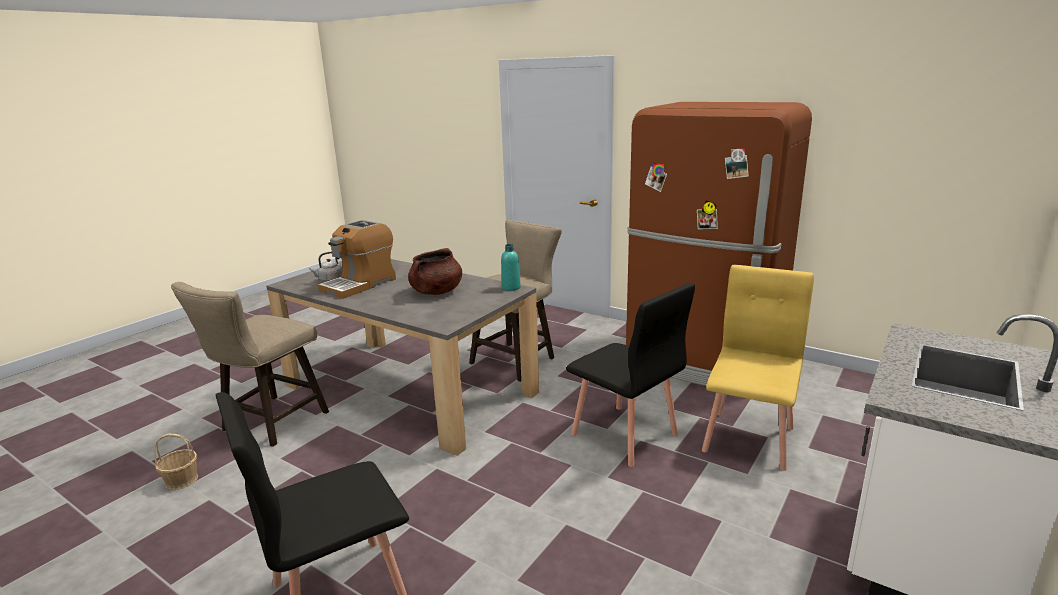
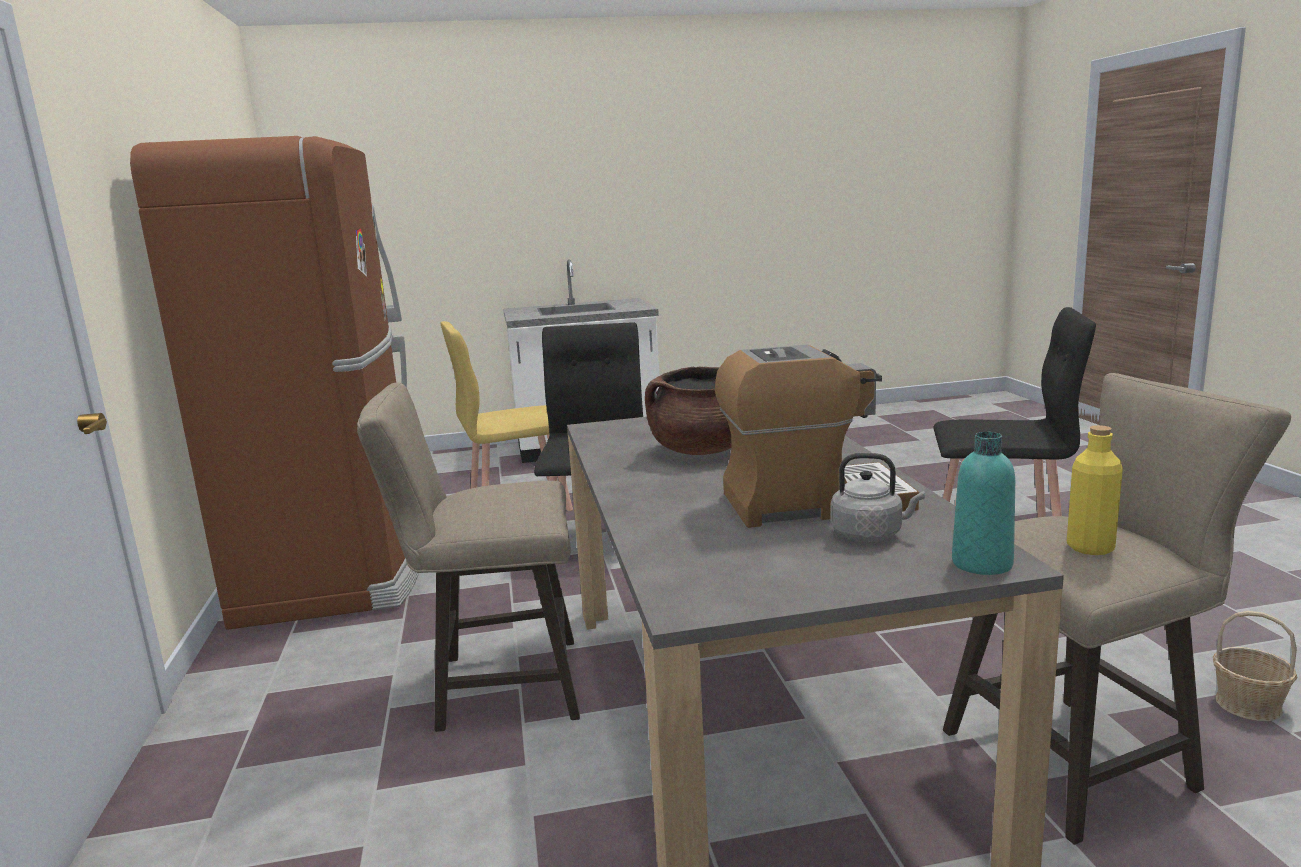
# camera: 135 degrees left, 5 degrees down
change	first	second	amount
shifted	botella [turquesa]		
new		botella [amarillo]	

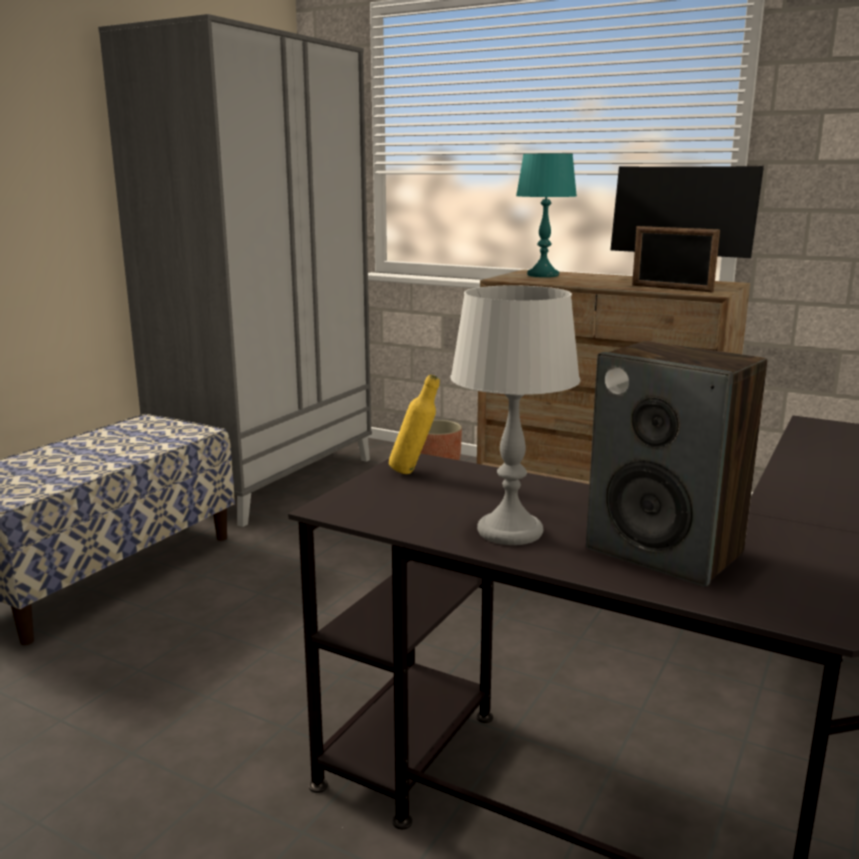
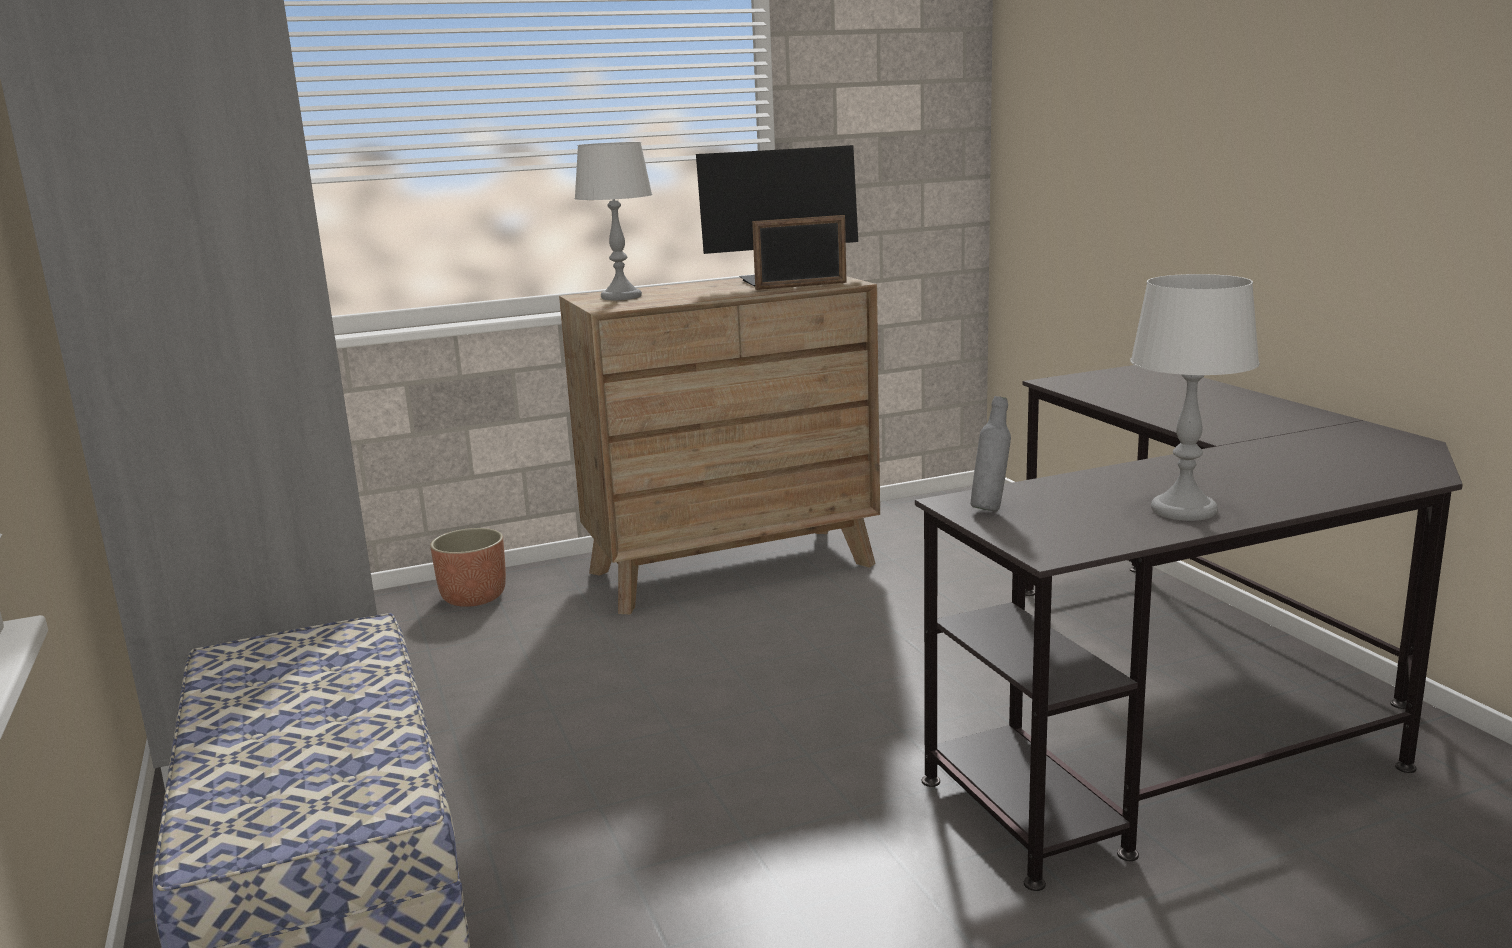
# camera: 50 degrees left, 0 degrees up
change	first	second	amount
repainted	botella [amarillo]	botella [gris]	
repainted	lámpara de mesa [turquesa]	lámpara de mesa [gris] (no. 1 from left)	
gone	altavoz		

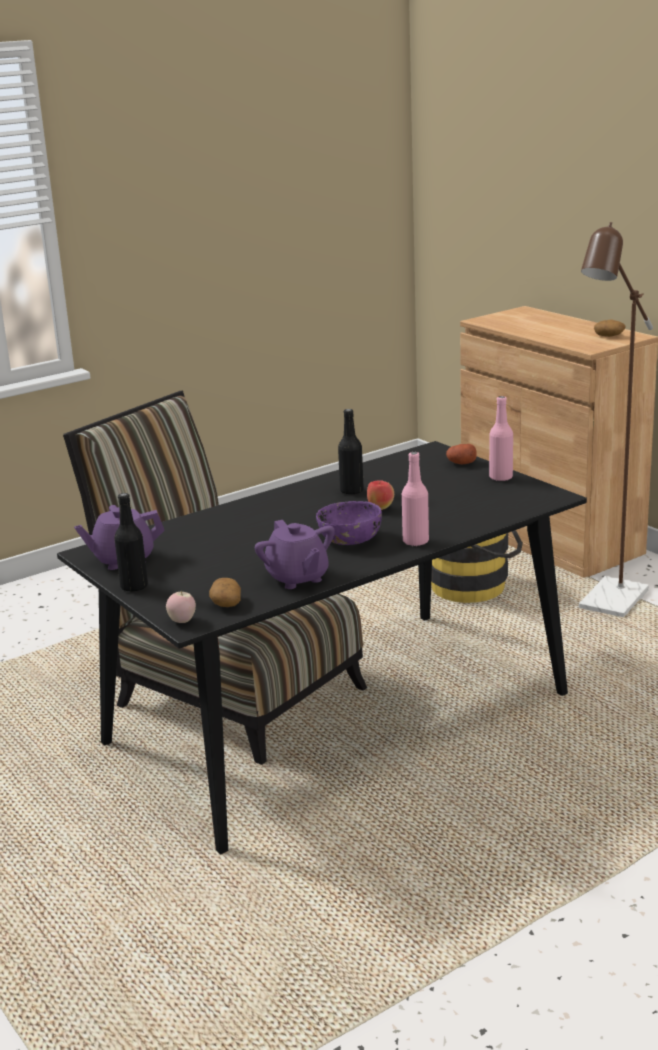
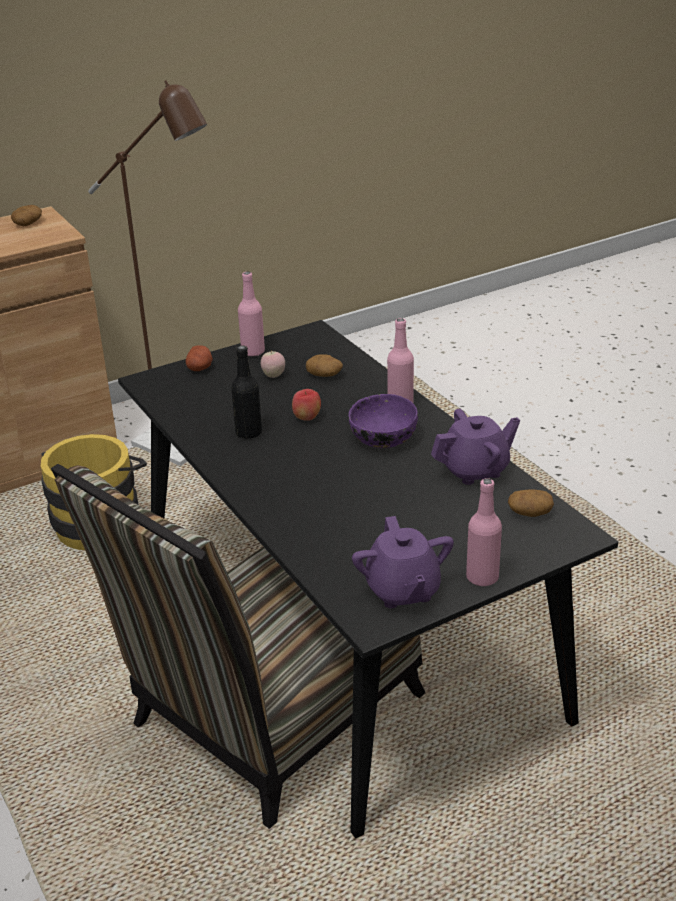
# camera: 85 degrees left, 10 degrees up
change	first	second	amount
repainted	botella [negro] (no. 1 from left)	botella [rosa] (no. 3 from left)	
shifted	manzana (no. 1 from left)		
new		patata (no. 3 from left)	

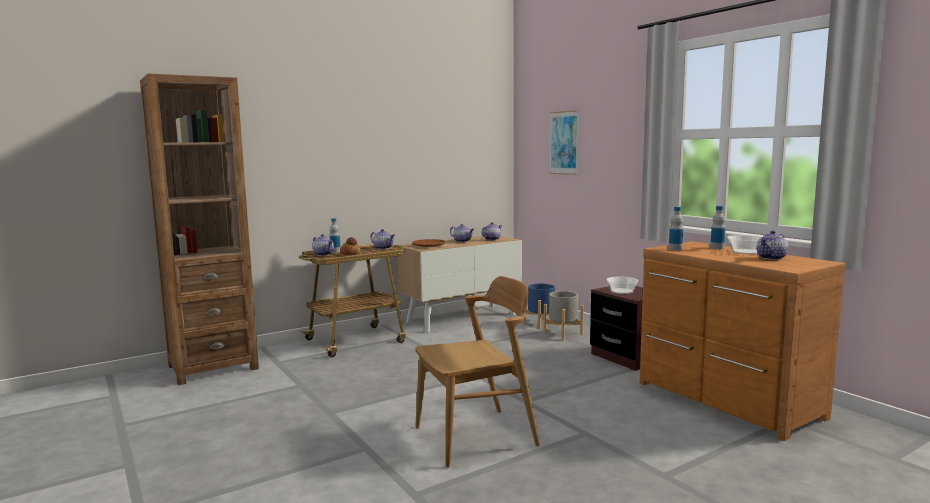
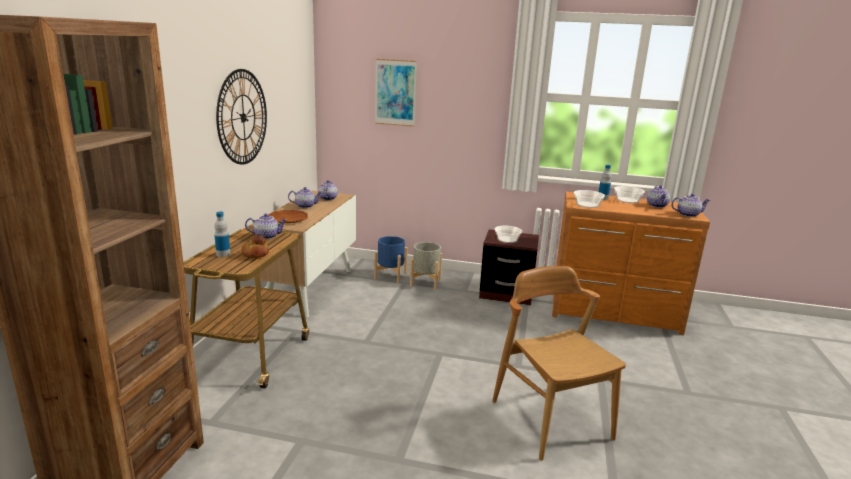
# camera: 45 degrees left, 10 degrees up
change	first	second	amount
shifted	tetera (no. 1 from left in the first image)	tetera (no. 5 from left)	
rotated	silla [marrón]		45 degrees counterclockwise
swapped	botella (no. 2 from left)	cuenco (no. 2 from left)	
new		reloj de pared	

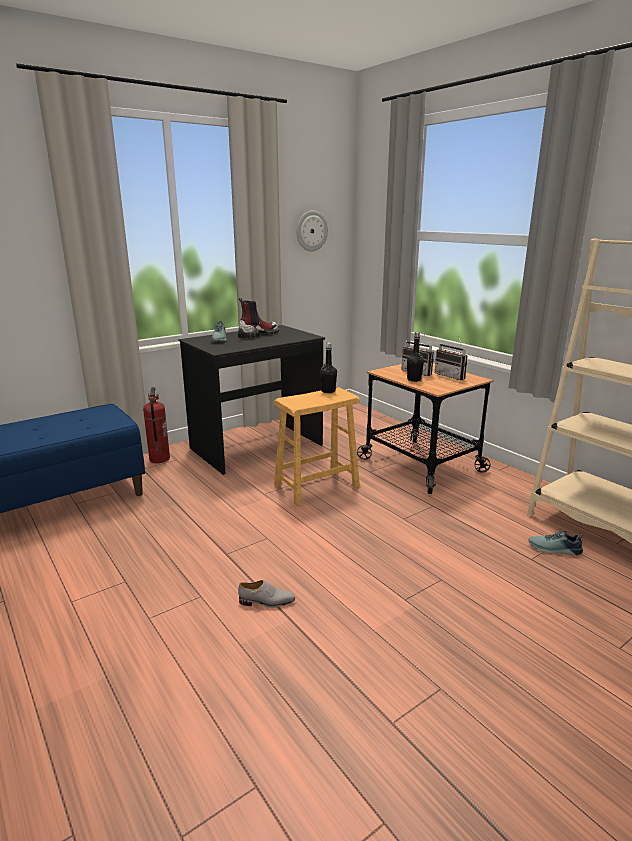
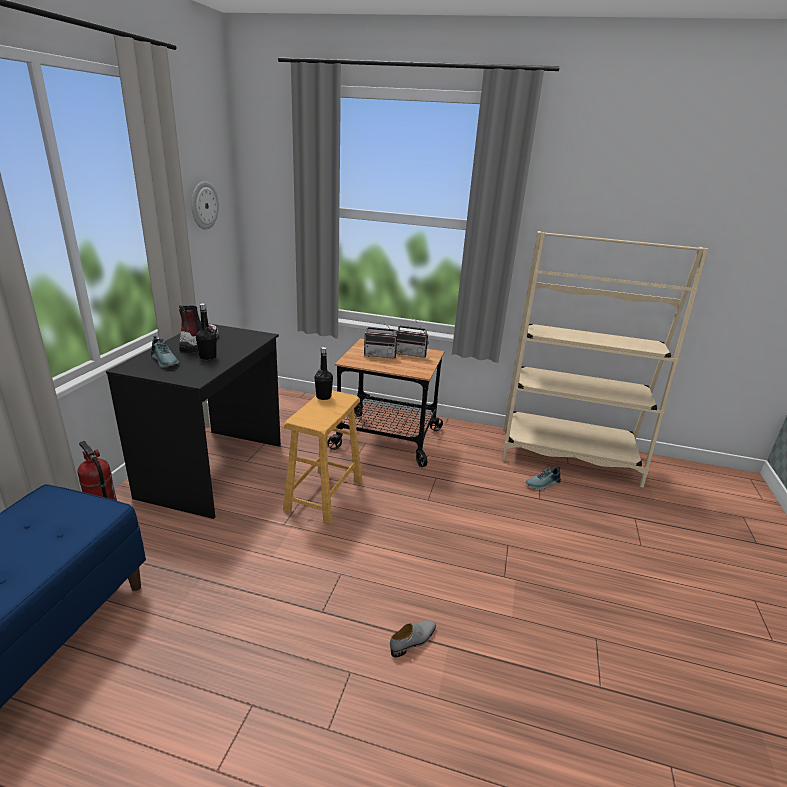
# camera: 40 degrees left, 5 degrees up
change	first	second	amount
shifted	botella [negro] (no. 2 from left in the first image)	botella [negro] (no. 1 from left)	

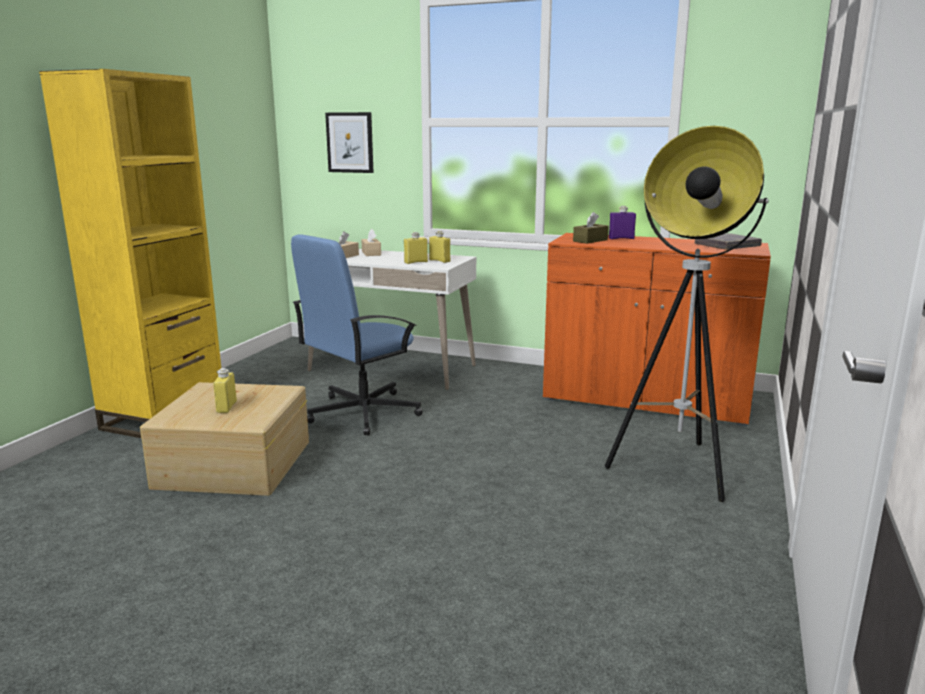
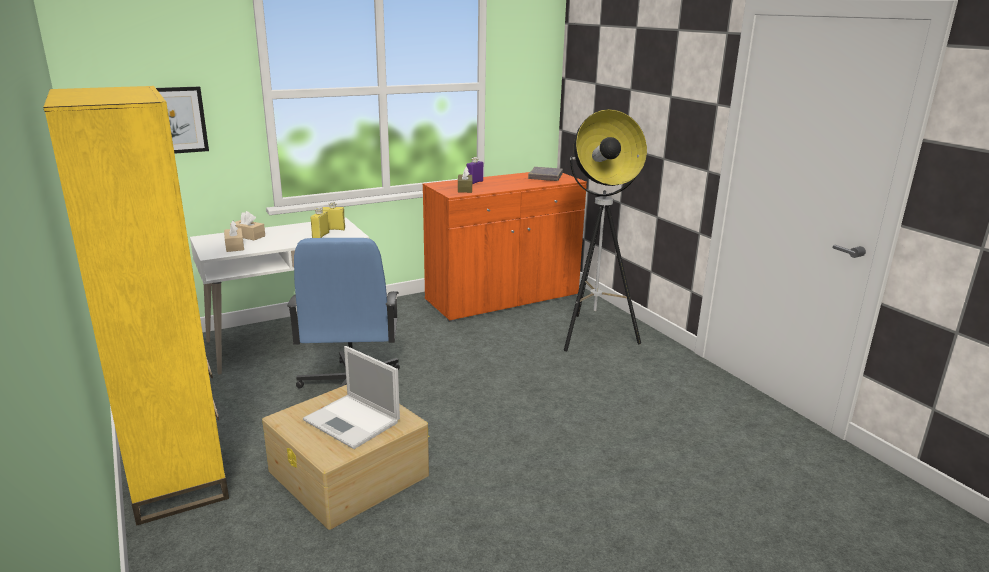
# camera: 50 degrees left, 5 degrees up
change	first	second	amount
swapped	botella [amarillo] (no. 1 from left)	portátil	

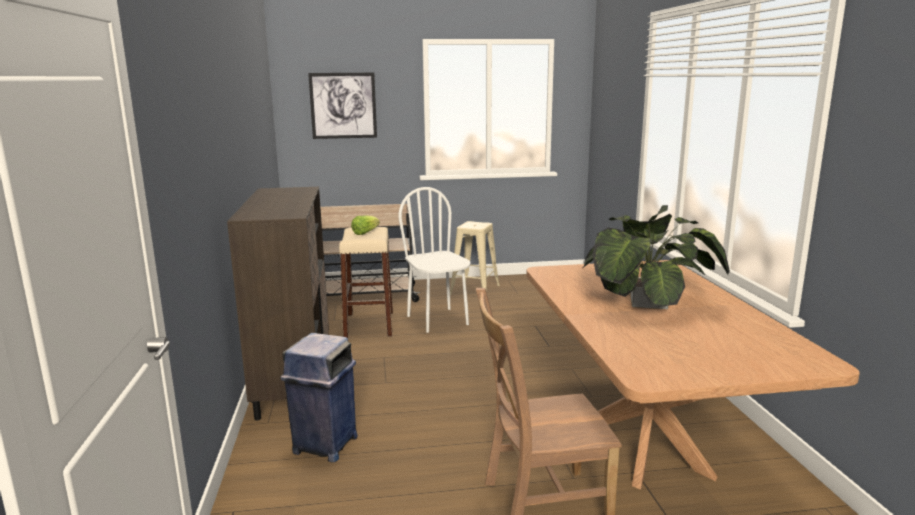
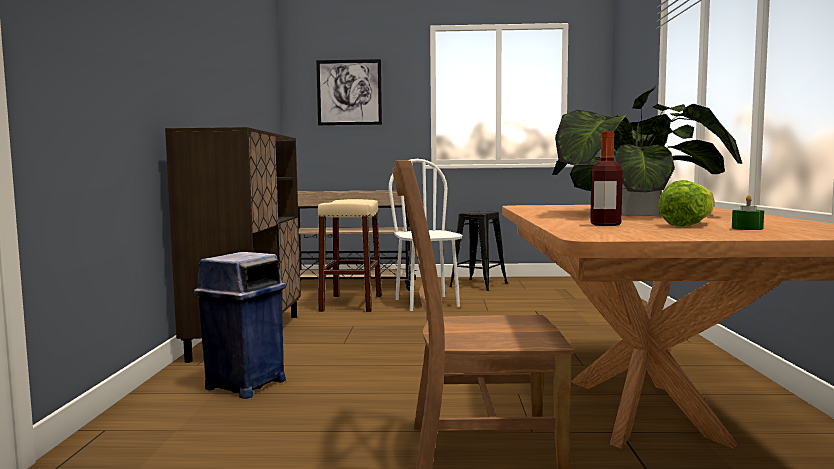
# camera: 10 degrees right, 10 degrees down
change	first	second	amount
shifted	lechuga		
repainted	taburete [beis] (no. 2 from left)	taburete [negro]	
new		botella	
new		vela [verde]	

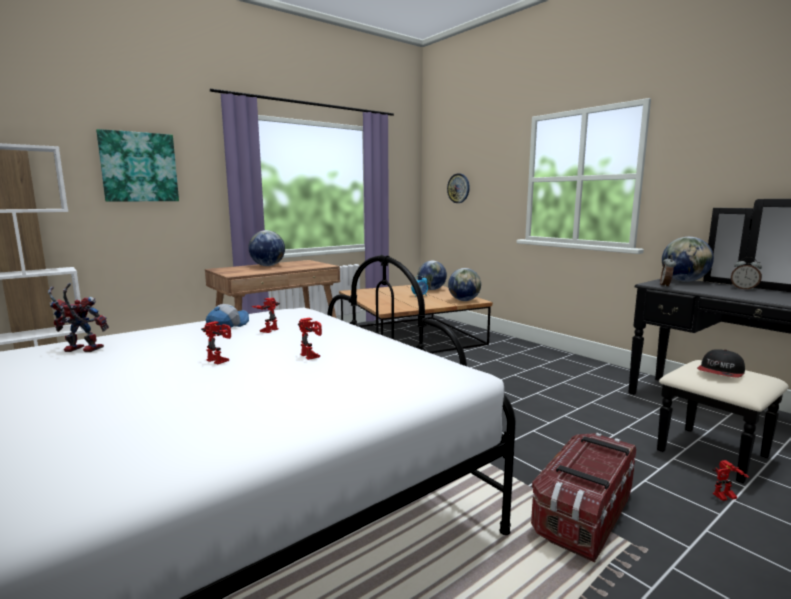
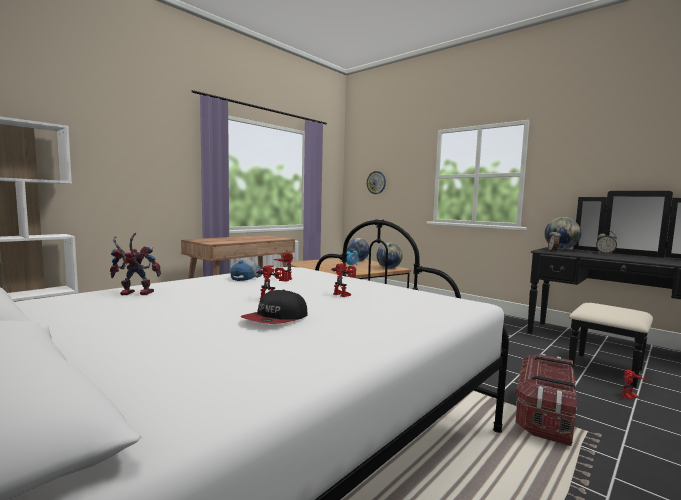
# camera: 10 degrees left, 5 degrees down
change	first	second	amount
gone	cuadro		
gone	globo terráqueo (no. 1 from left)		
shifted	gorra (no. 2 from left)		

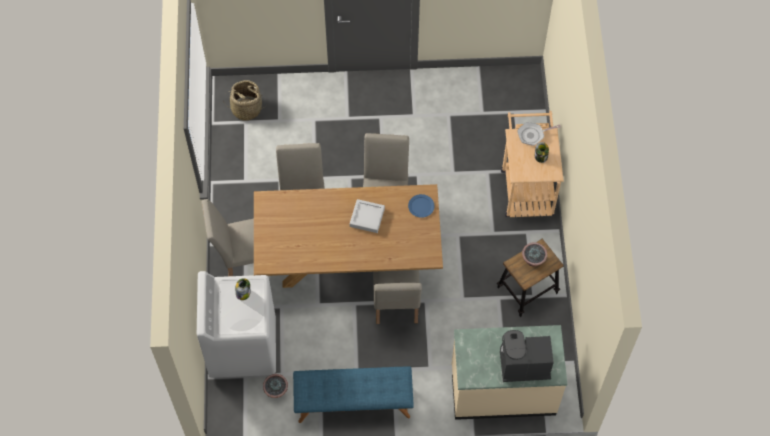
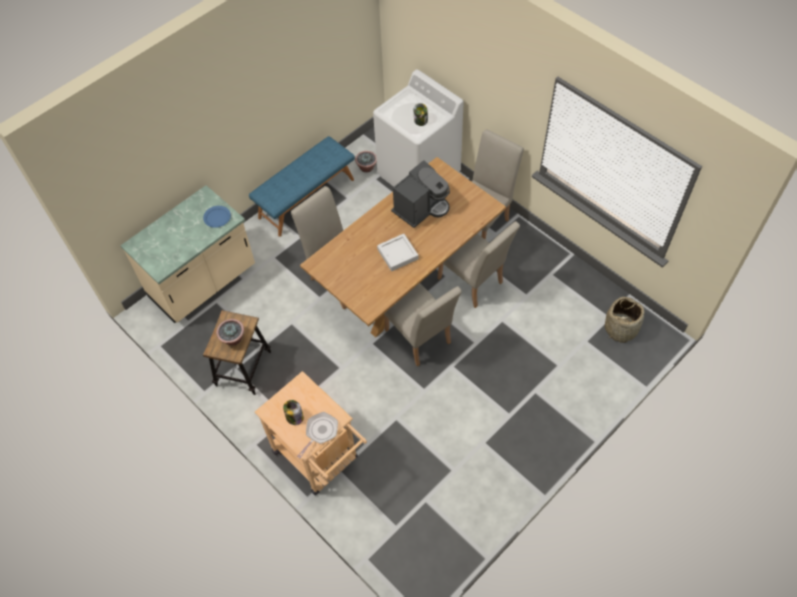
# camera: 140 degrees right, 5 degrees down
change	first	second	amount
shifted	plato [azul]		
shifted	cafetera		

